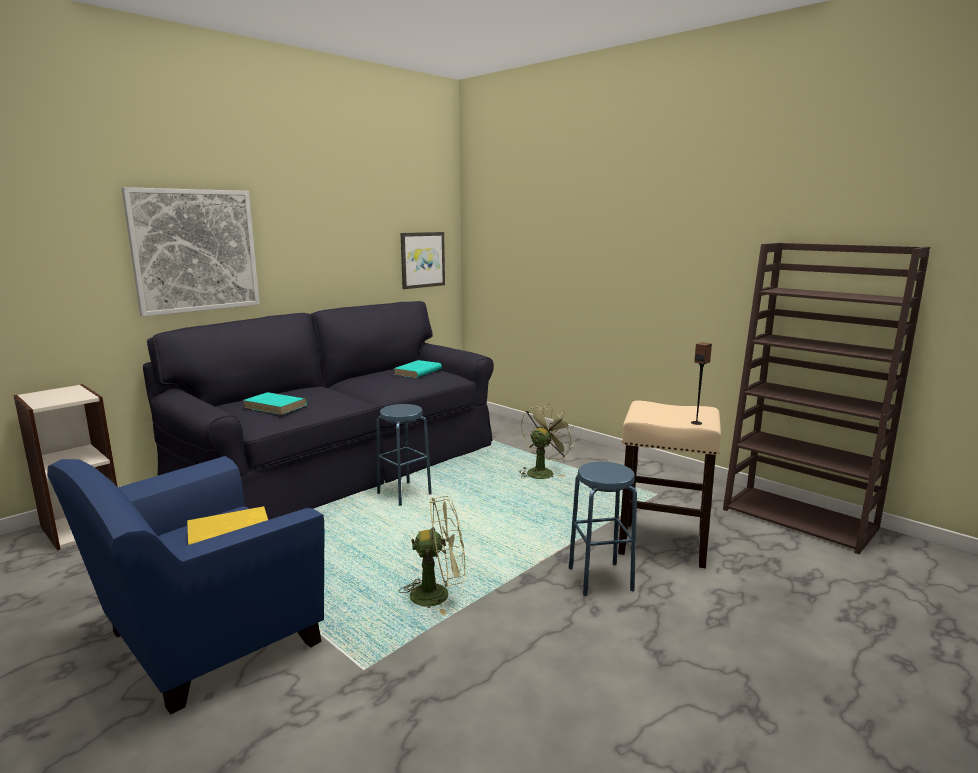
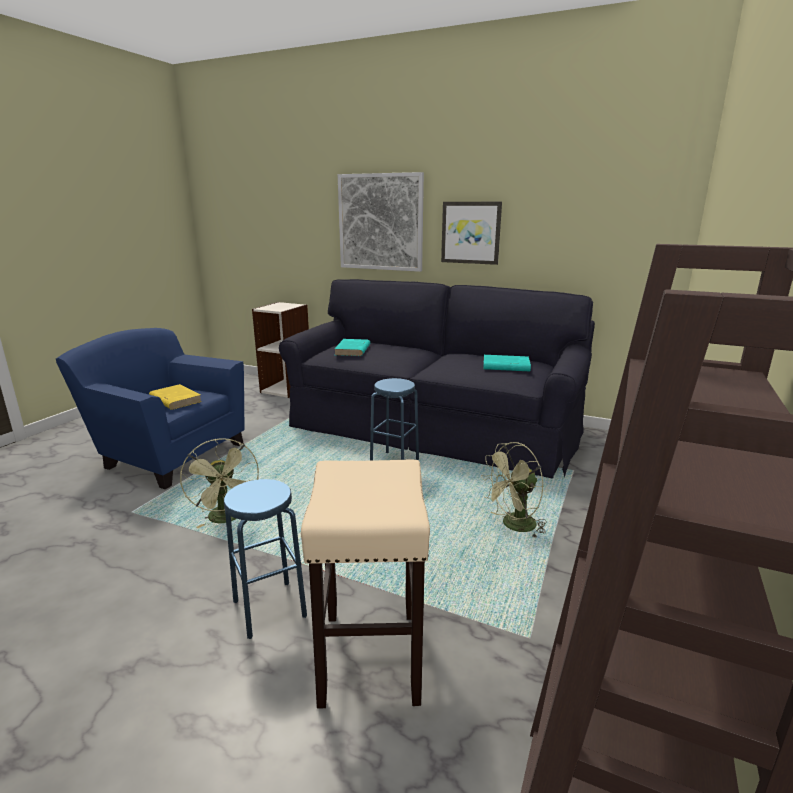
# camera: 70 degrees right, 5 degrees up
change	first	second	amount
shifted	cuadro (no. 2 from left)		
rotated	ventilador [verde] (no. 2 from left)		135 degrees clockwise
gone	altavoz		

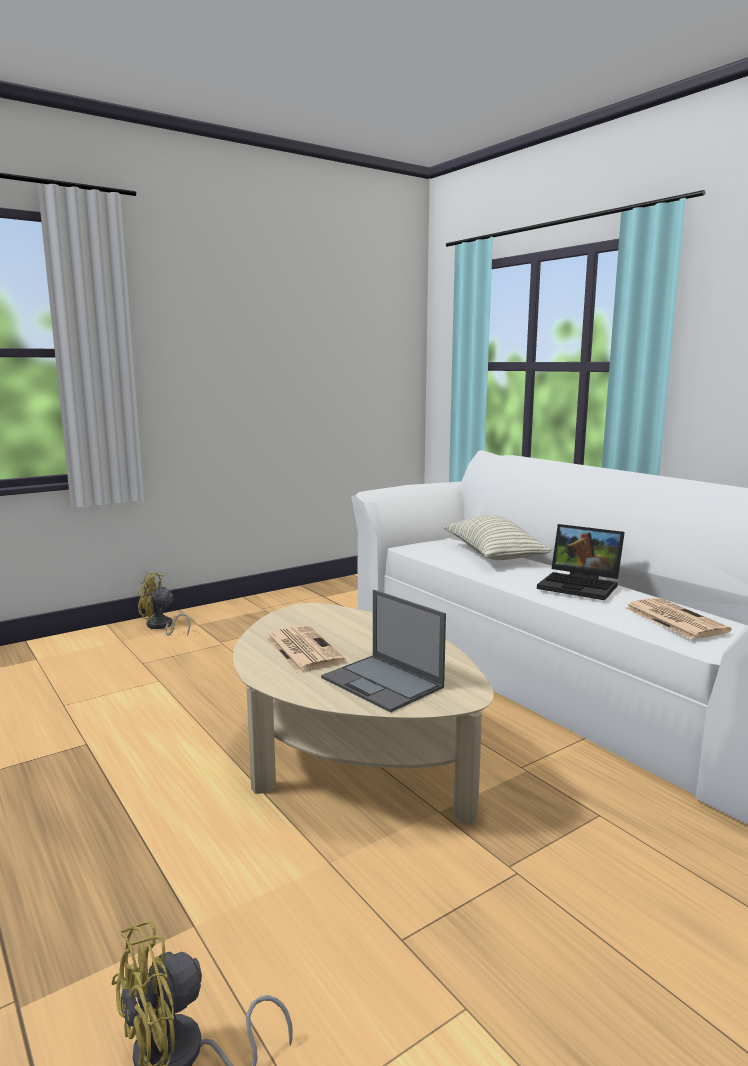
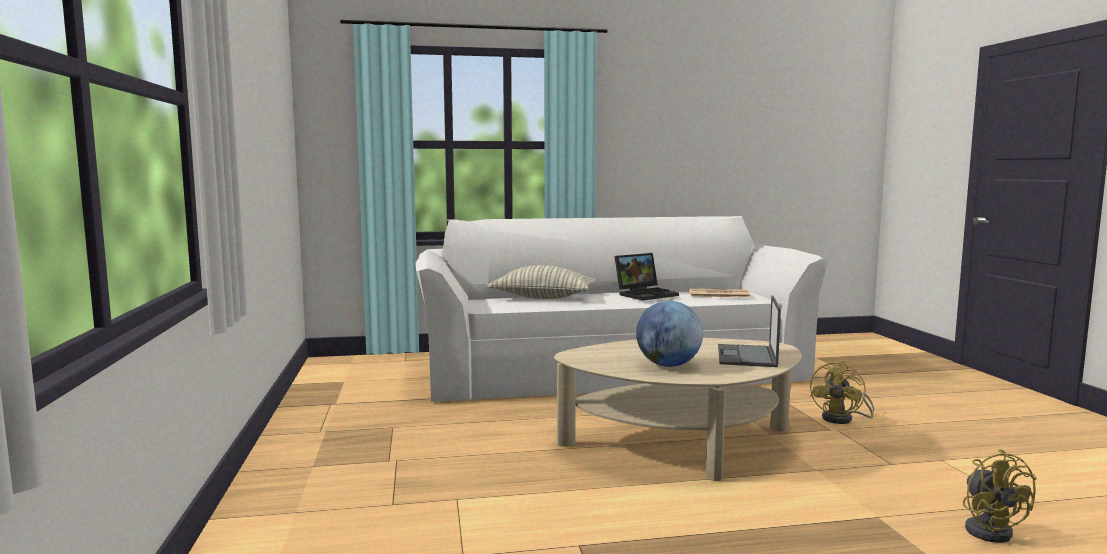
# camera: 65 degrees left, 5 degrees down
change	first	second	amount
shifted	ventilador [amarillo] (no. 1 from left)		
swapped	periódico (no. 1 from left)	globo terráqueo	
rotated	portátil (no. 1 from left in the first image)	portátil (no. 2 from left)	120 degrees clockwise

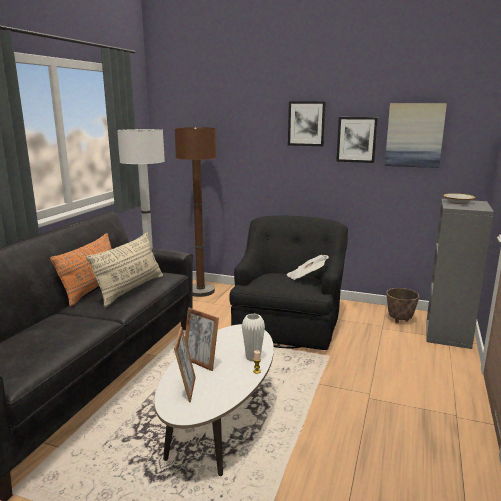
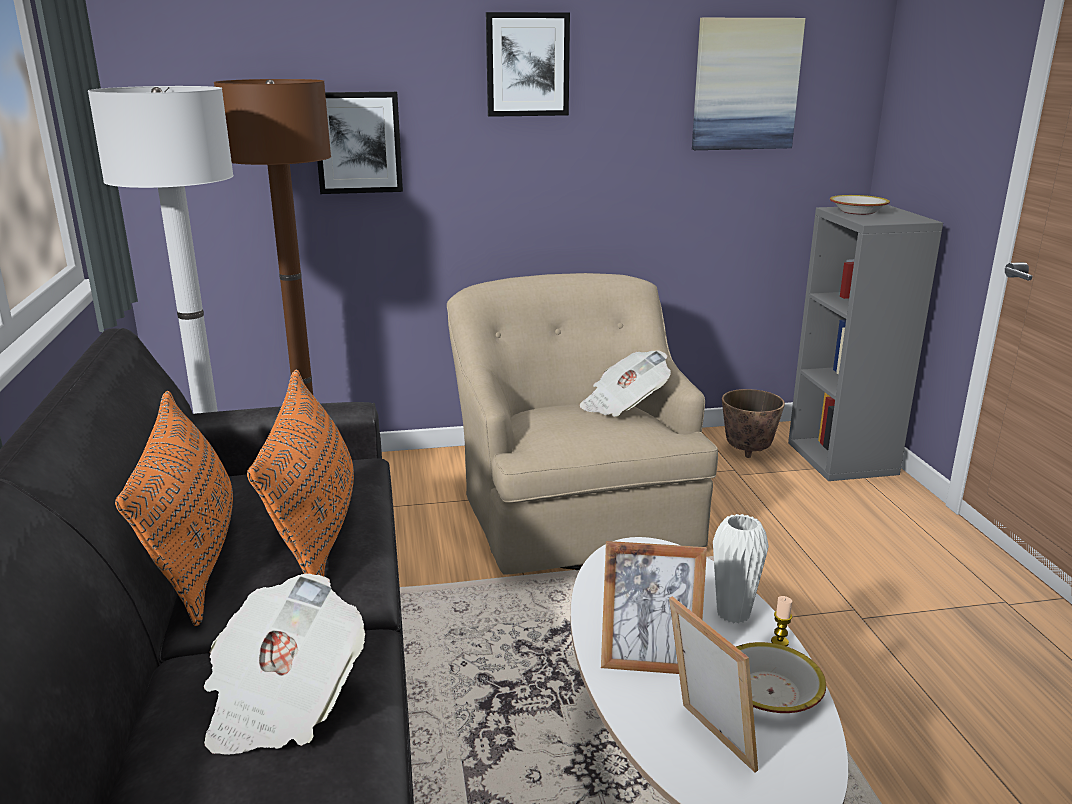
# camera: 30 degrees left, 5 degrees up
change	first	second	amount
repainted	cojín [beis]	cojín [naranja] (no. 2 from left)	
repainted	sillón [negro]	sillón [beis]	
shifted	cuadro (no. 2 from left in the first image)	cuadro (no. 1 from left)	
new		periódico (no. 1 from left)	
new		cuenco (no. 1 from left)	

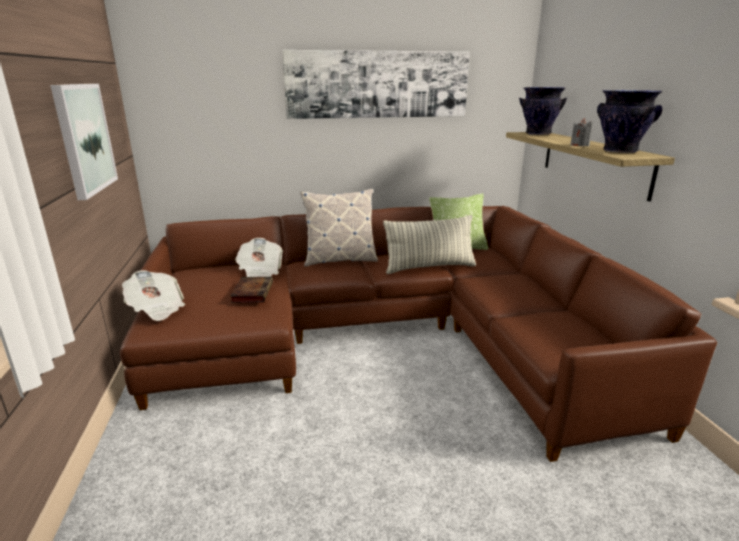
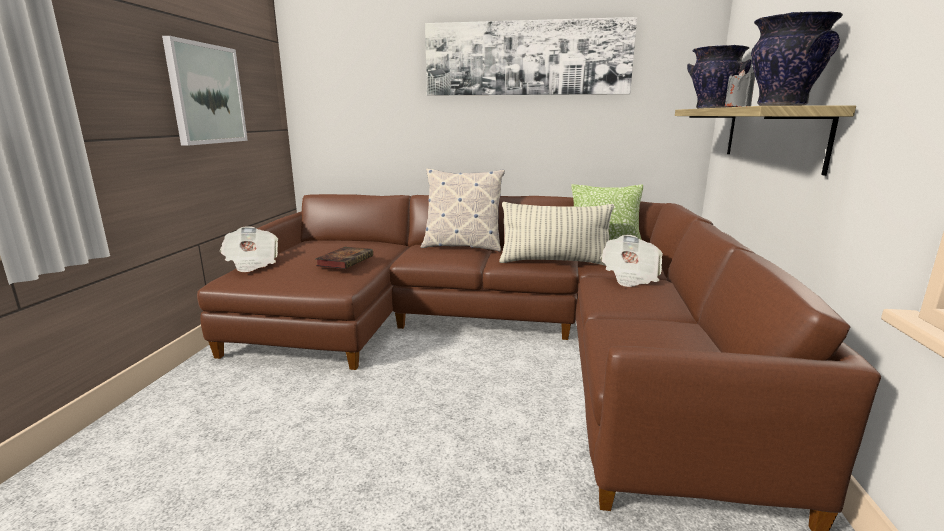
# camera: 20 degrees right, 5 degrees down
change	first	second	amount
shifted	periódico (no. 2 from left)		

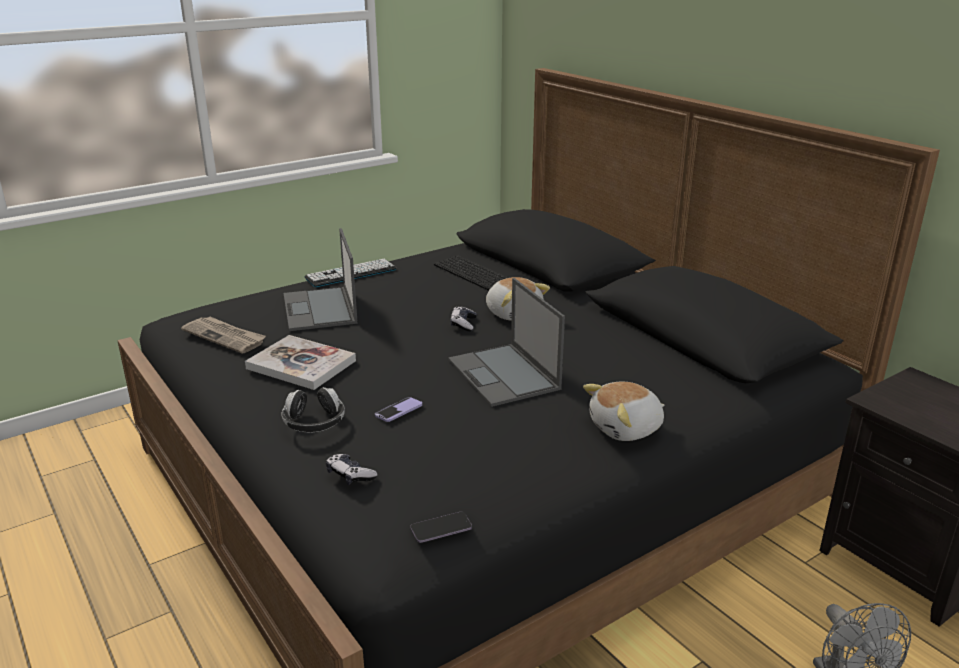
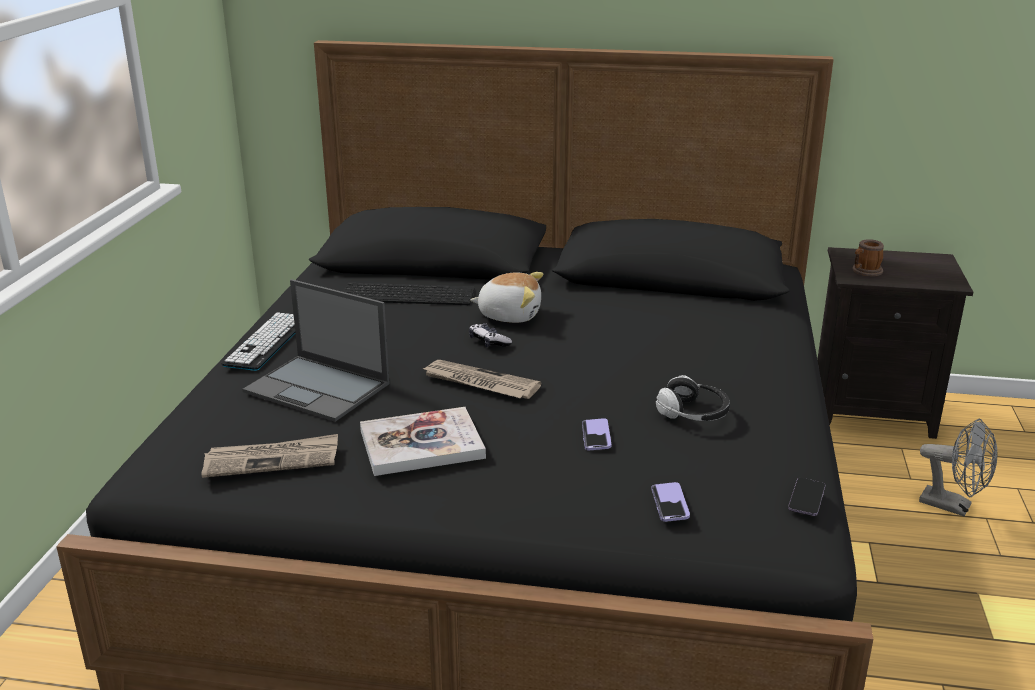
# camera: 45 degrees left, 0 degrees up
change	first	second	amount
shifted	auriculares		
swapped	mando de consola (no. 1 from left)	móvil (no. 2 from left)	
gone	portátil (no. 2 from left)		
gone	peluche (no. 2 from left)		
new		periódico (no. 2 from left)	
new		taza grande	

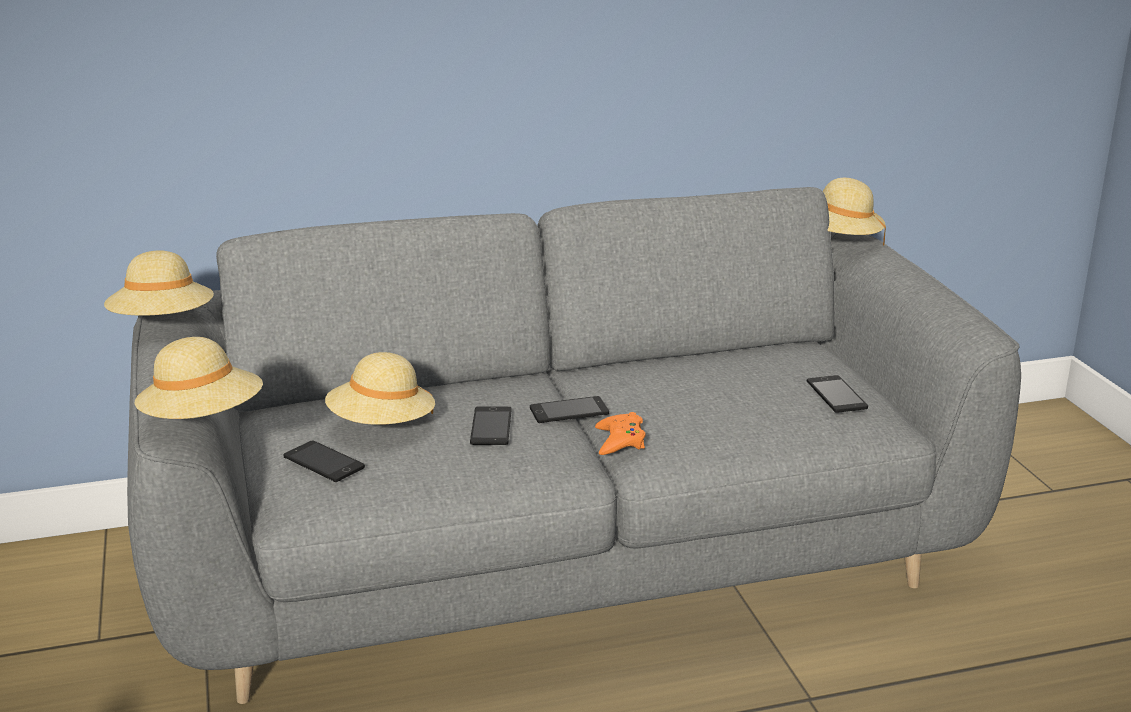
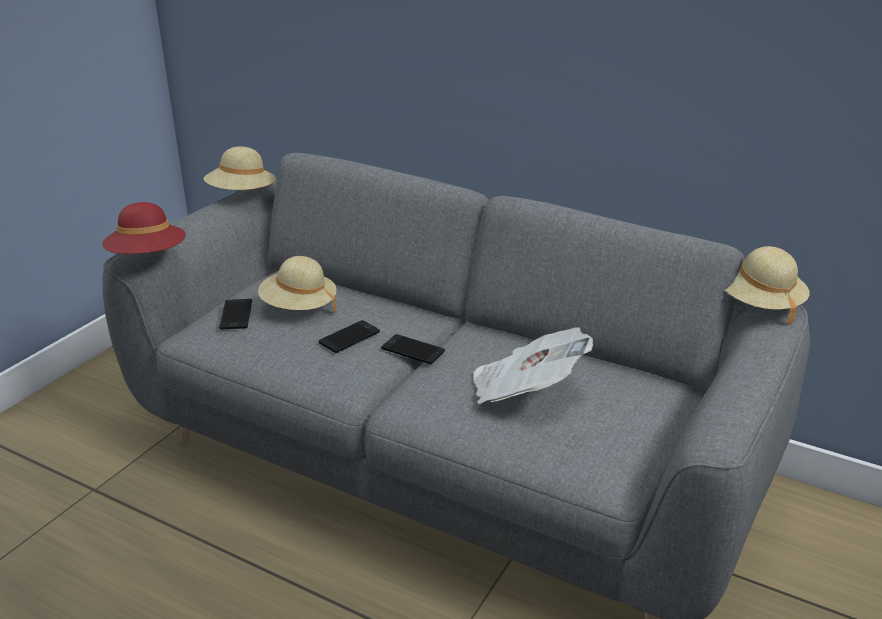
# camera: 45 degrees right, 5 degrees up
change	first	second	amount
repainted	sombrero [beis] (no. 2 from left)	sombrero [rojo]	
gone	mando de consola [naranja]		
gone	móvil (no. 4 from left)		
new		periódico	

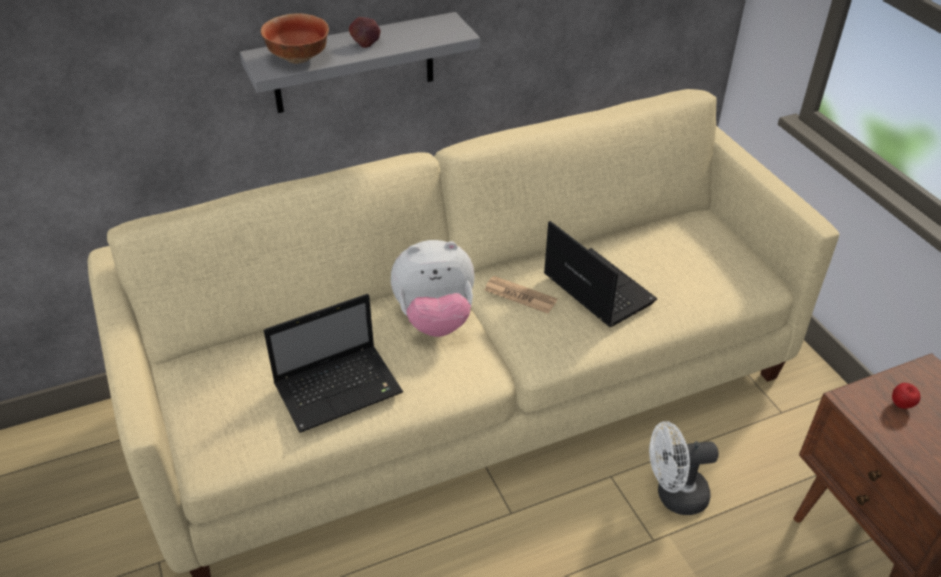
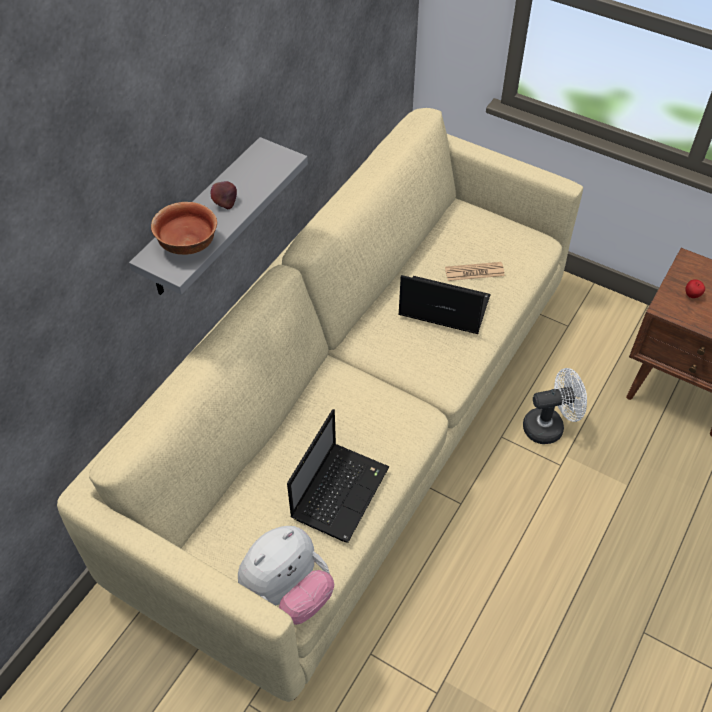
# camera: 35 degrees left, 10 degrees up
change	first	second	amount
shifted	peluche		
shifted	periódico		
rotated	ventilador [blanco]		150 degrees counterclockwise

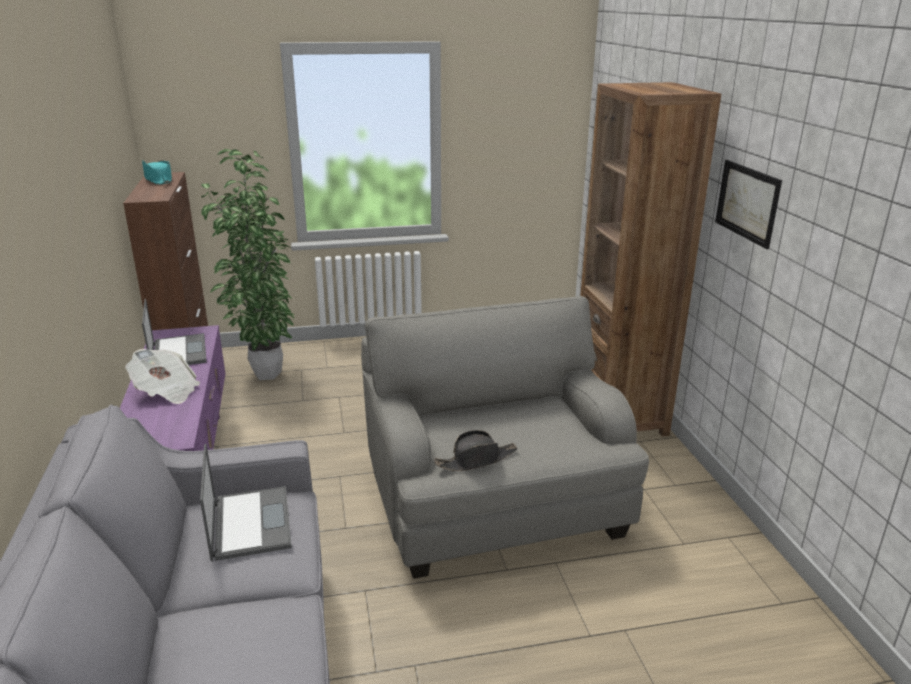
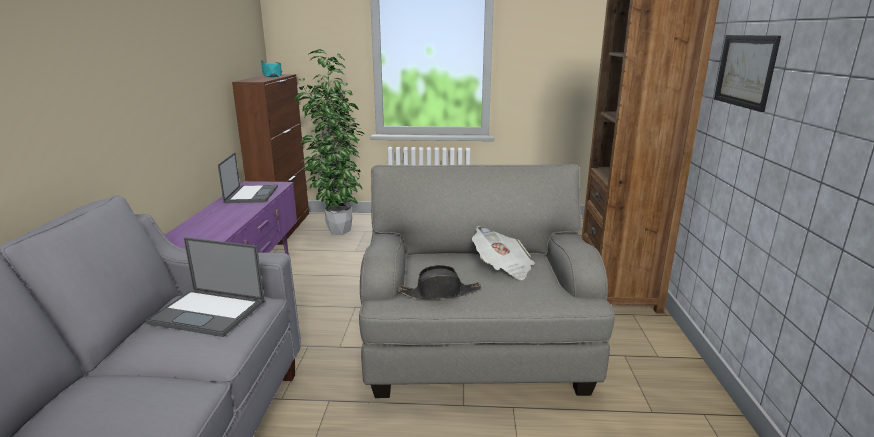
# camera: 15 degrees right, 5 degrees down
change	first	second	amount
shifted	periódico		
rotated	portátil (no. 2 from left in the first image)	portátil (no. 1 from left)	105 degrees clockwise

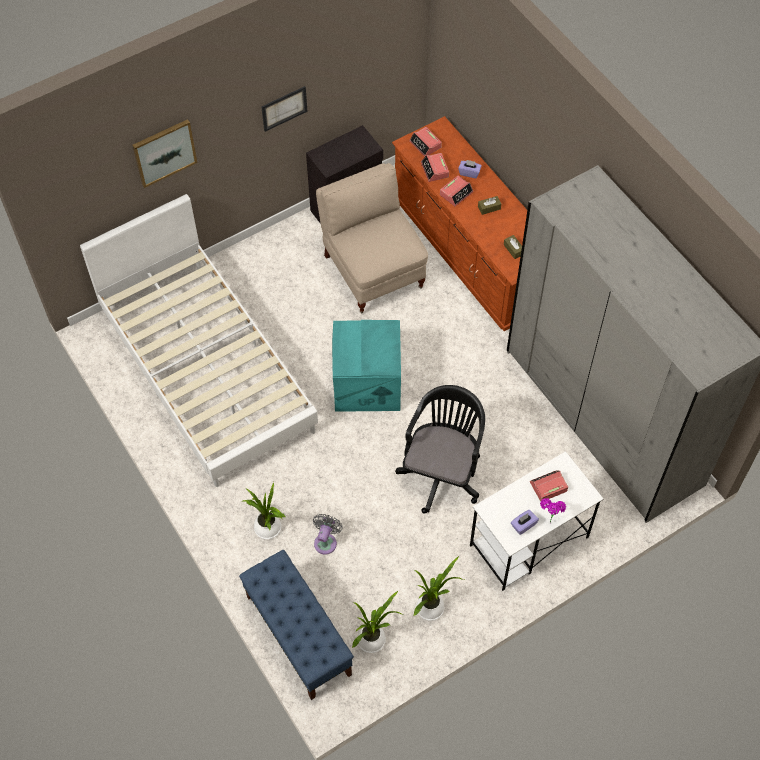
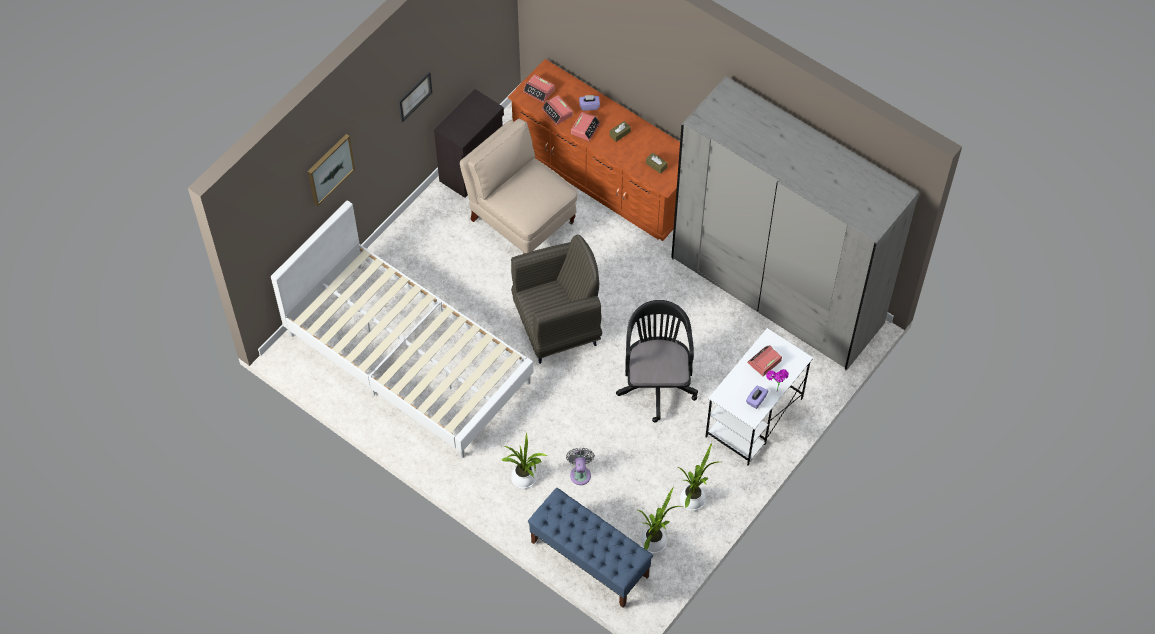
# camera: 20 degrees left, 0 degrees up
change	first	second	amount
swapped	caja de almacenaje [turquesa]	sillón [gris]	

